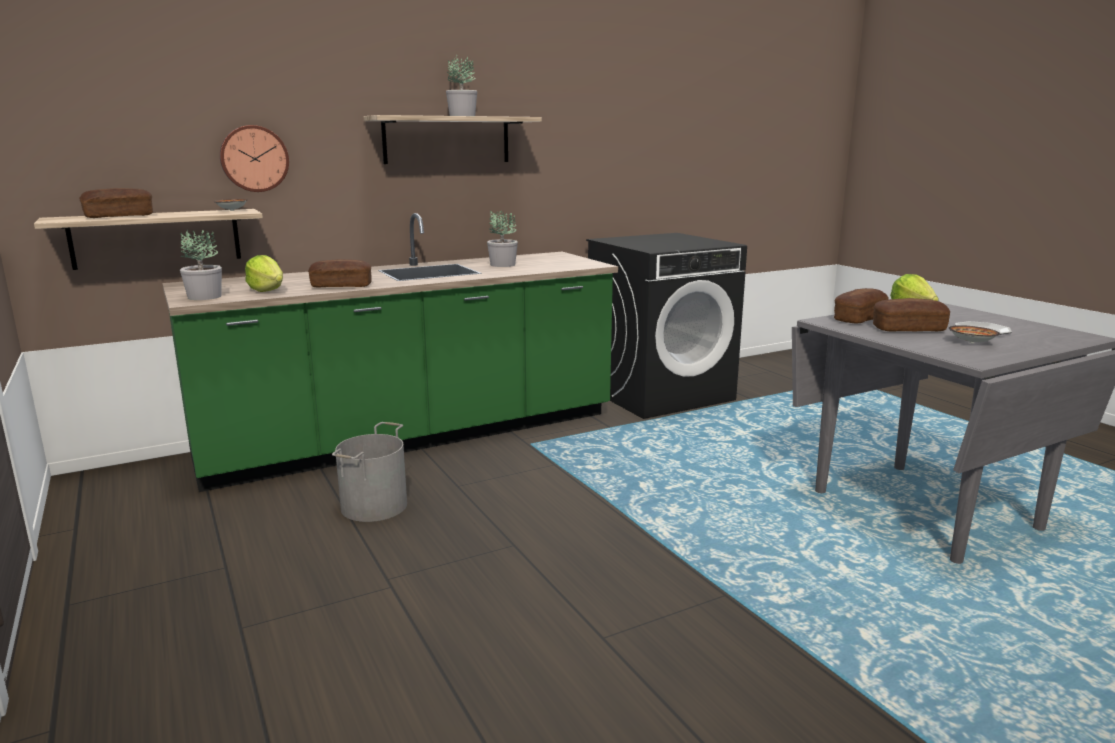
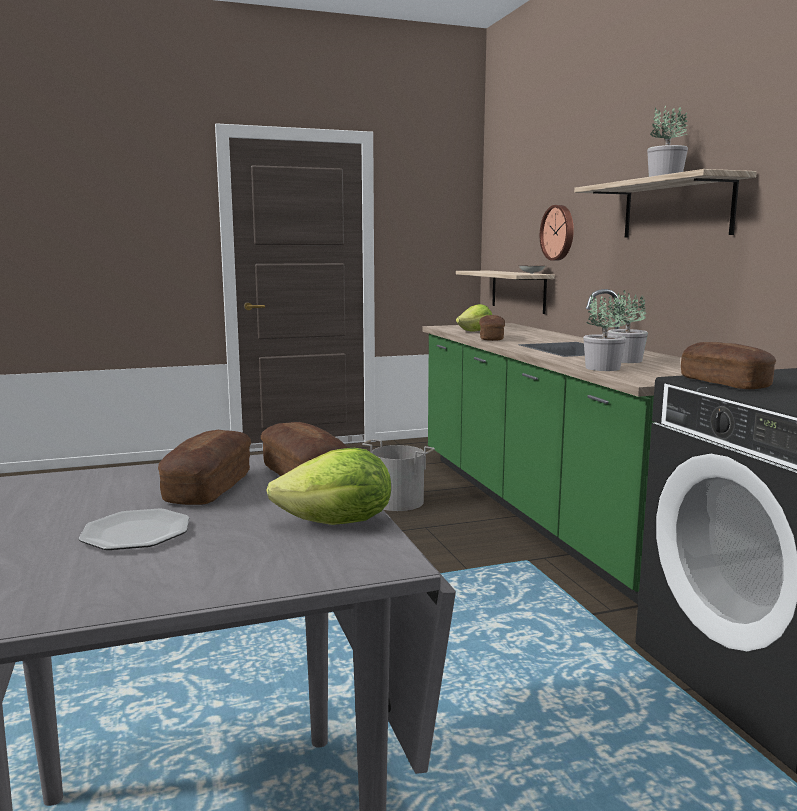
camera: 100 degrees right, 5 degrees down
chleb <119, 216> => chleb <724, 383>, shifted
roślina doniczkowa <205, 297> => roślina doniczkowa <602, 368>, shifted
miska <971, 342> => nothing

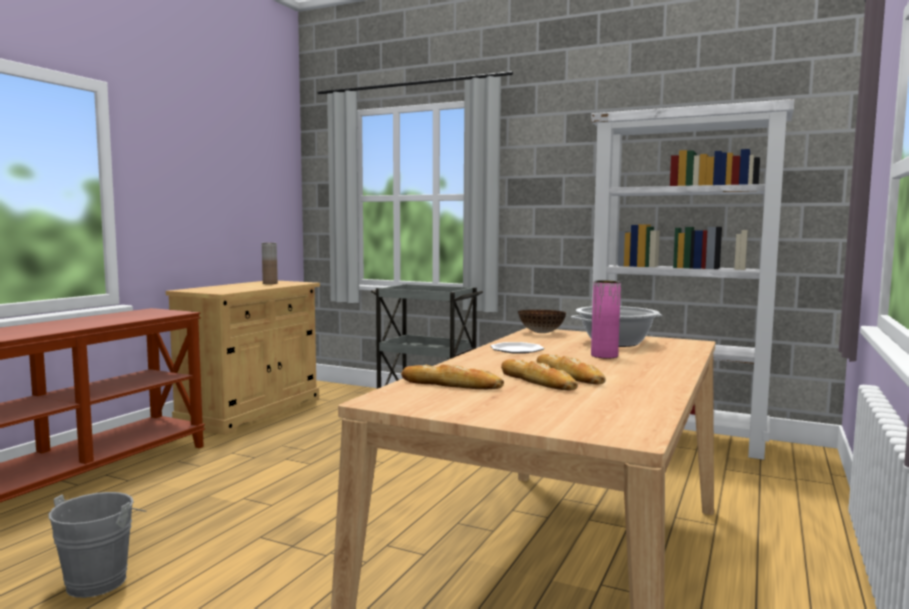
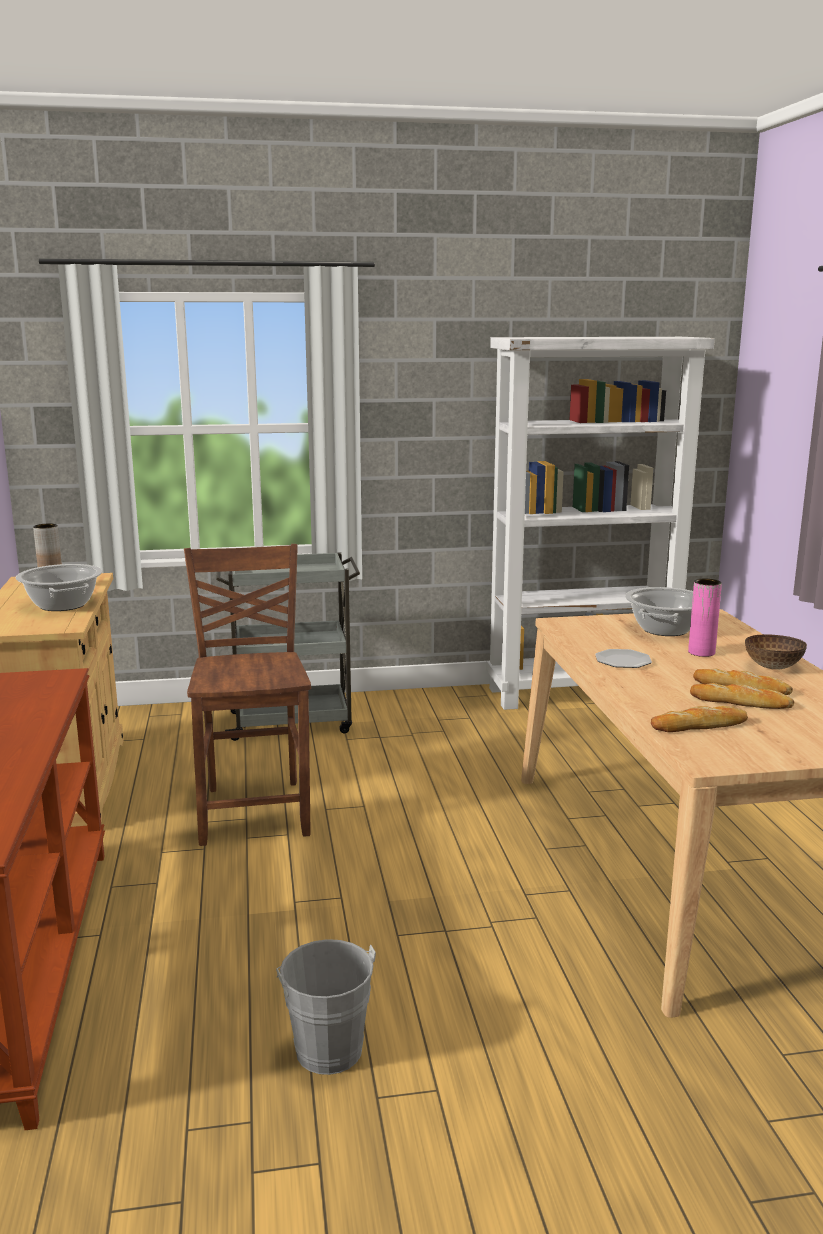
camera: 35 degrees left, 10 degrees up
miska <542, 333> => miska <773, 667>, shifted
nothing => garnek <62, 605>
nothing => krzesło (brązowy) <255, 810>

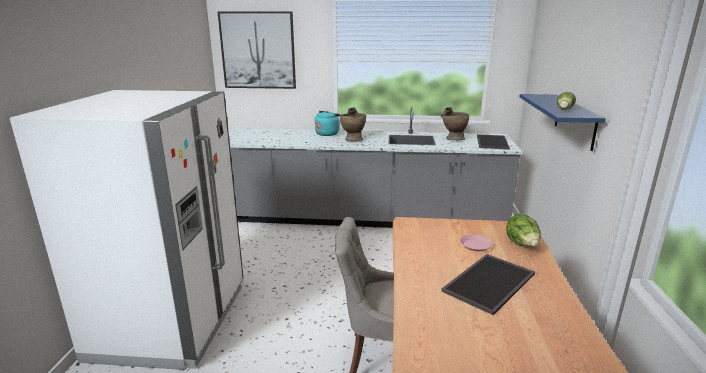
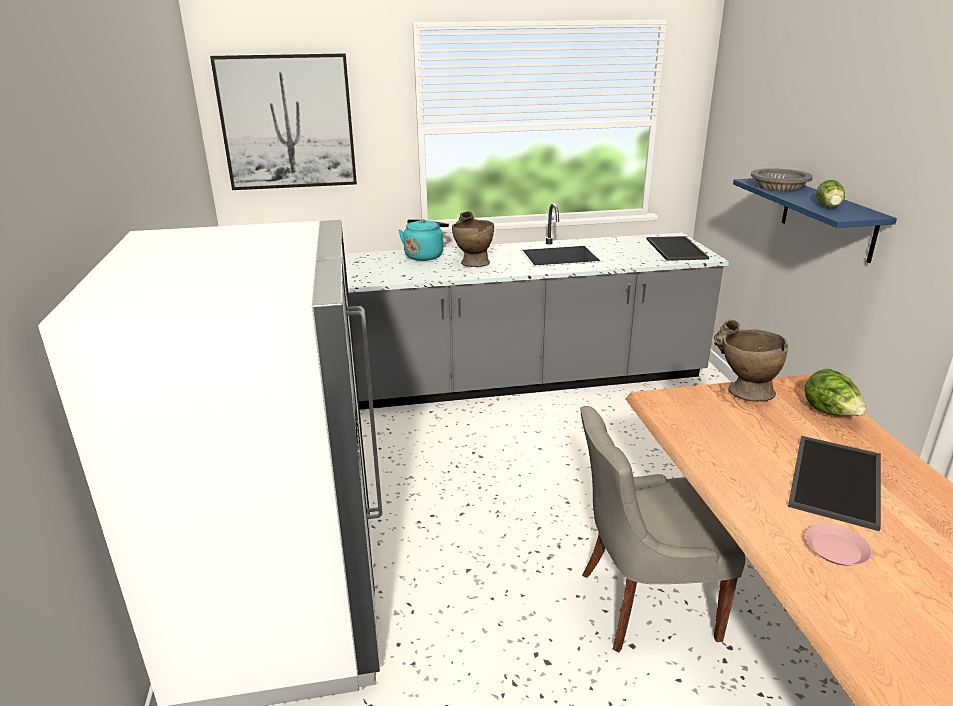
camera: 15 degrees left, 5 degrees up
wazon (beżowy) <452, 138> => wazon (beżowy) <742, 391>, shifted
talerz (różowy) <475, 245> => talerz (różowy) <836, 549>, shifted
nothing => miska (szary) <778, 187>

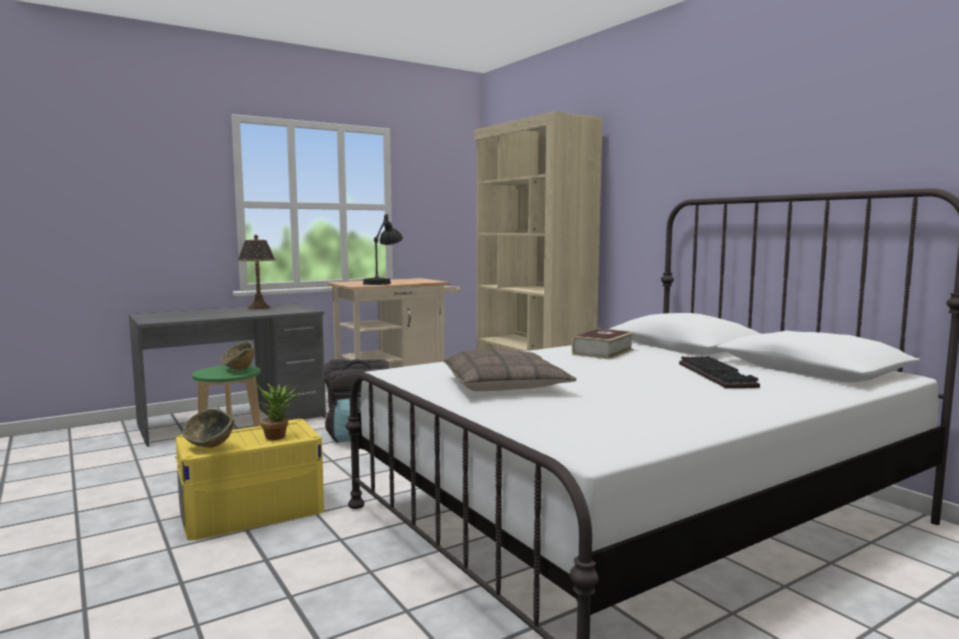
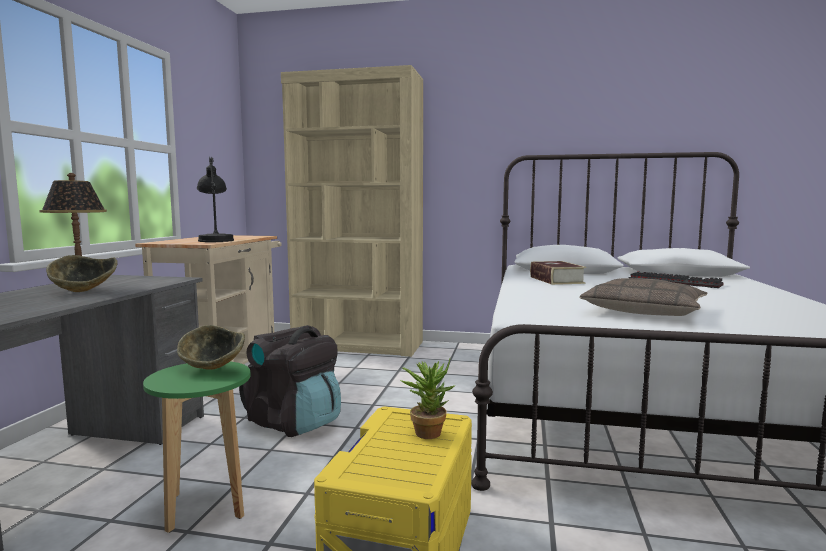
camera: 45 degrees left, 0 degrees up
miska <211, 448> => miska <84, 292>, shifted

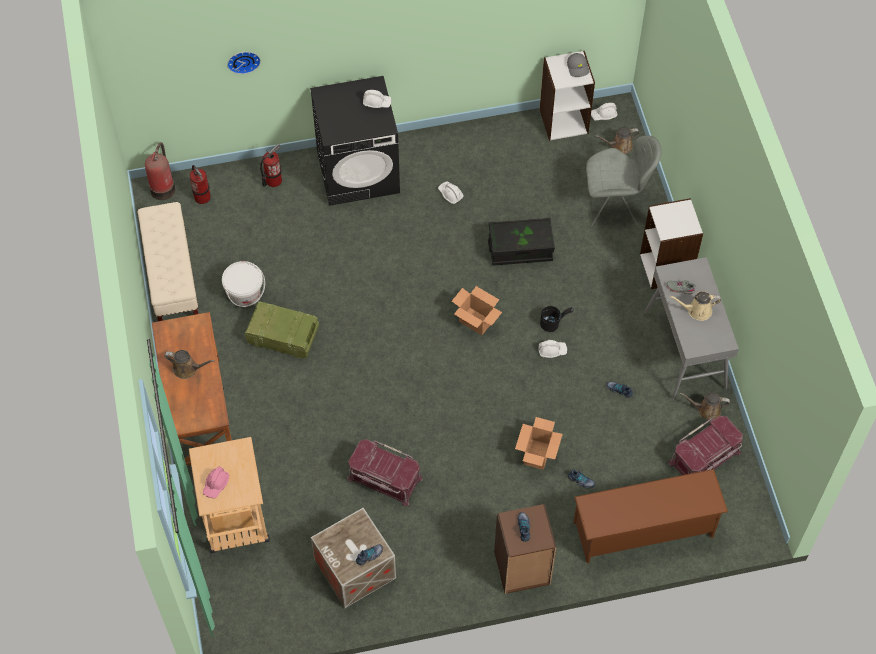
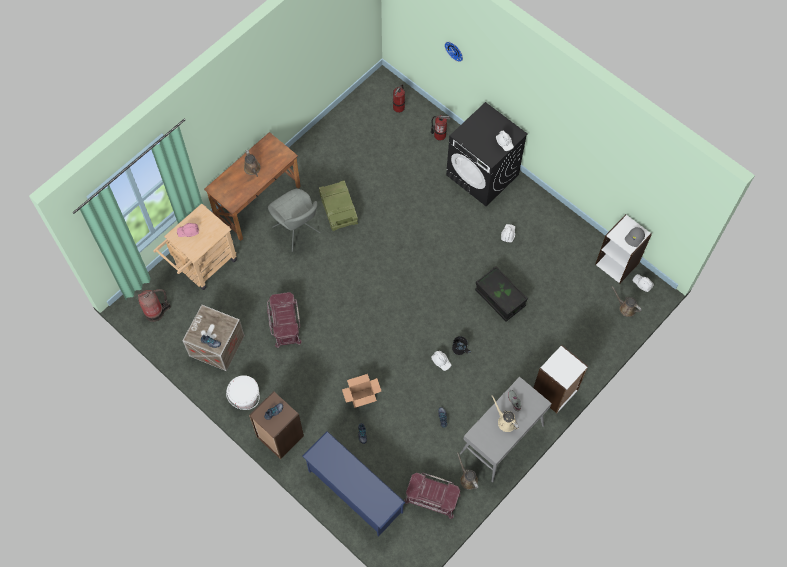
camera: 55 degrees right, 5 degrees up
ławka (beżowy) <172, 277> => nothing
gaśnica <163, 188> => gaśnica <156, 312>, shifted
wiadro (biały) <245, 294> => wiadro (biały) <245, 398>, shifted
karton <476, 321> => nothing
regał na buty (brązowy) <643, 530> => regał na buty (niebieski) <354, 491>
krzesło (szary) <615, 207> => krzesło (szary) <297, 231>, shifted

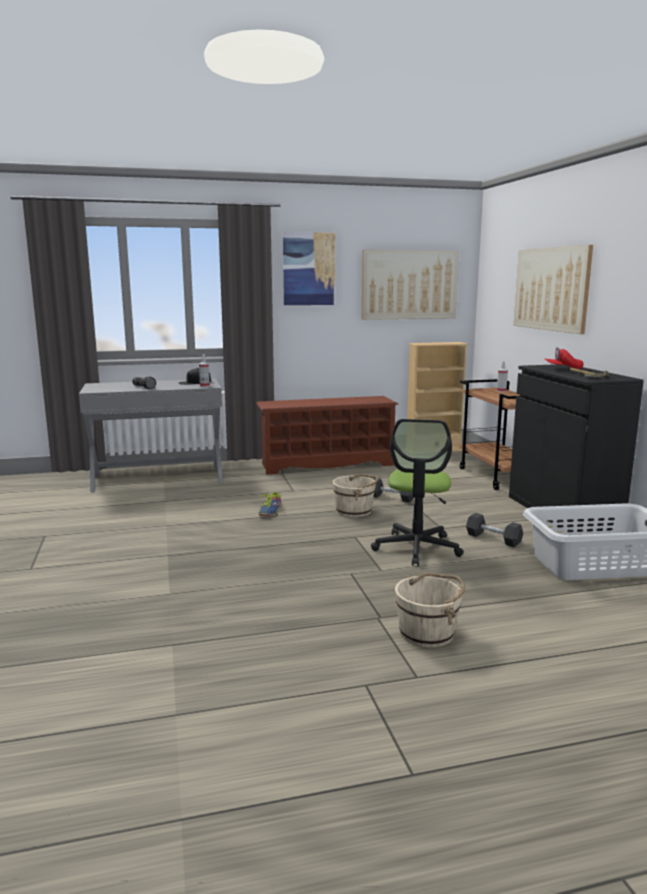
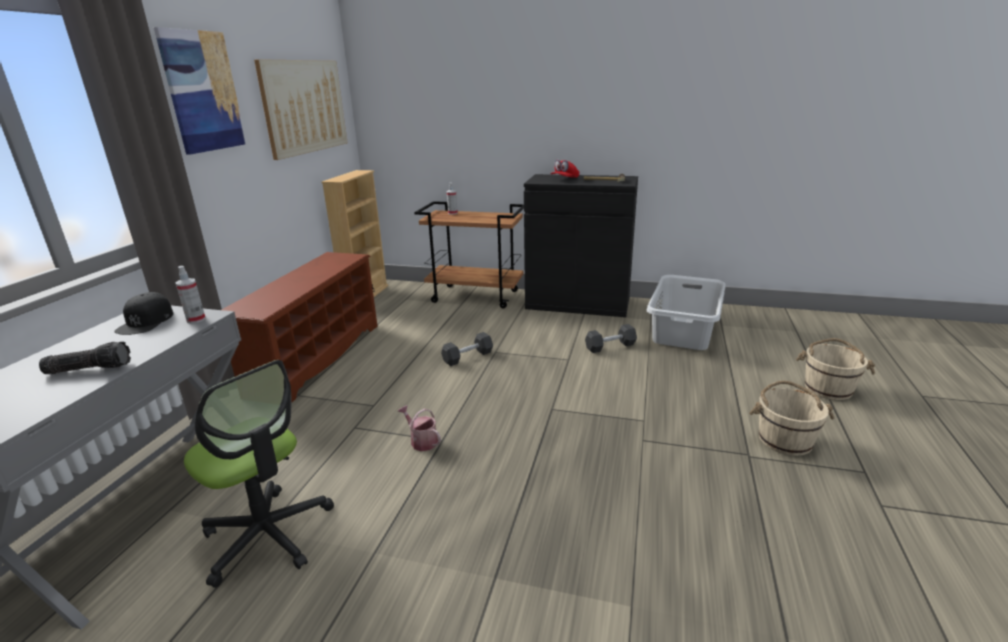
camera: 60 degrees left, 10 degrees up
but <270, 511> => konewka <421, 441>
wiadro (beżowy) <354, 511> => wiadro (beżowy) <828, 388>, shifted
krzesło biurowe <417, 548> => krzesło biurowe <268, 535>, shifted
obraz <551, 289> => nothing

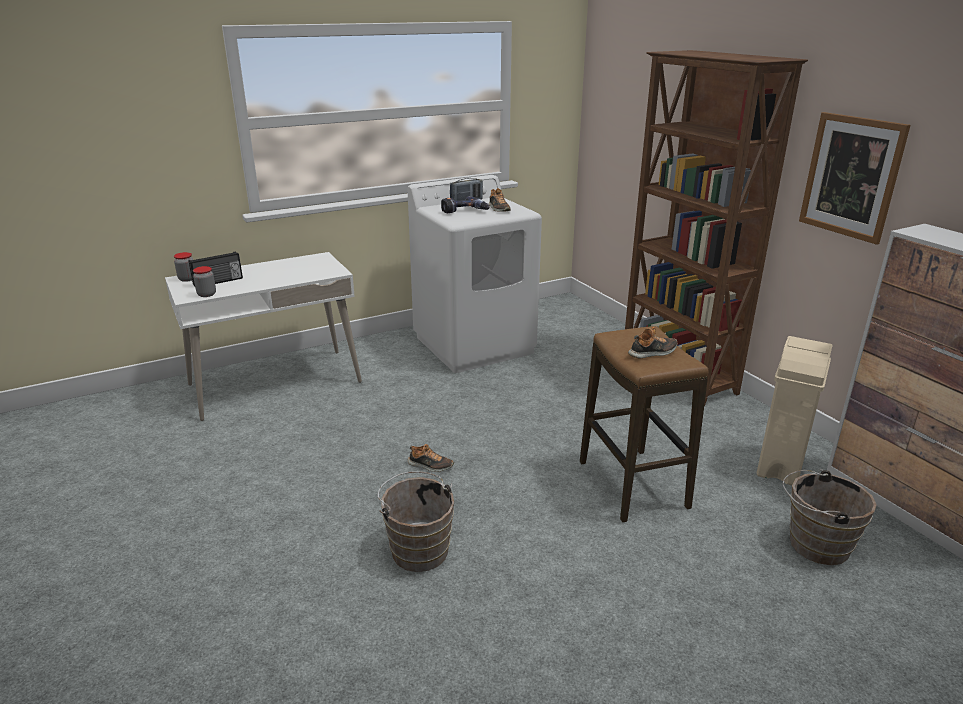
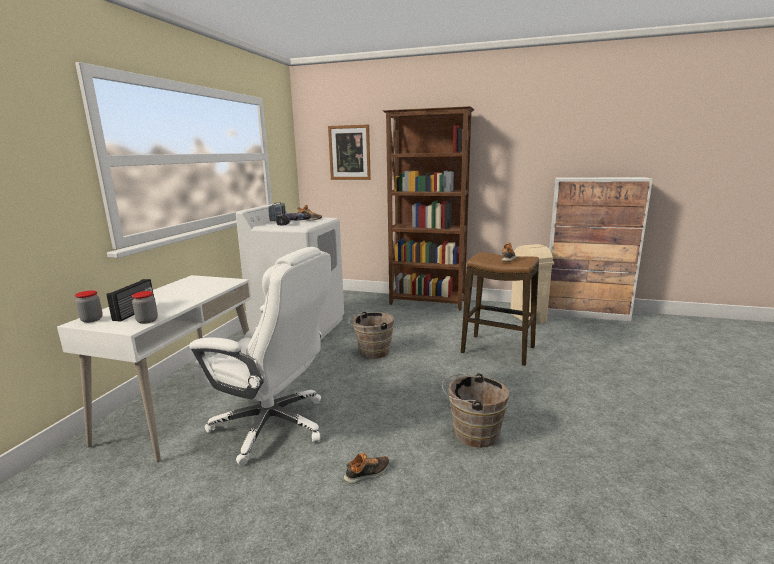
camera: 45 degrees left, 10 degrees down
but <430, 465> => but <367, 473>, shifted
wiadro (brązowy) <813, 544> => wiadro (brązowy) <371, 352>, shifted
obraz <851, 177> => obraz <349, 152>, shifted
nothing => krzesło biurowe (biały) <273, 425>

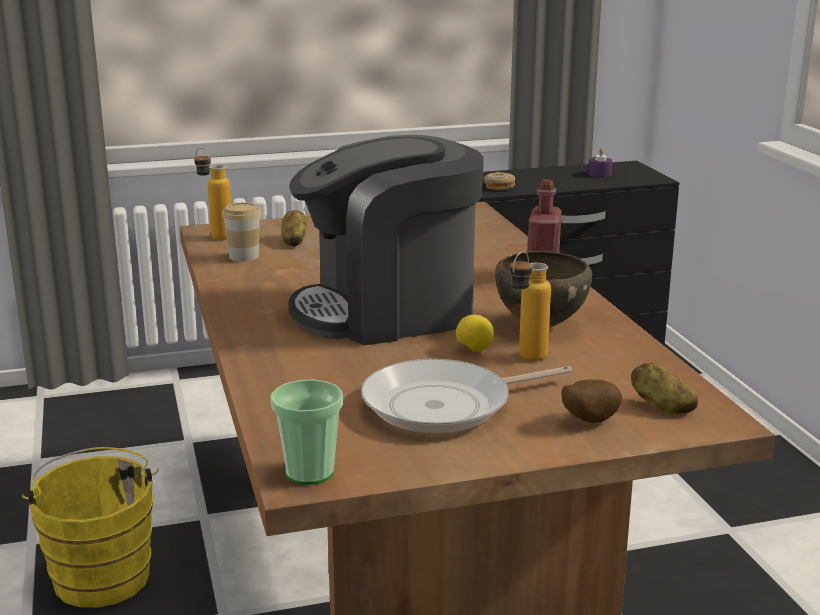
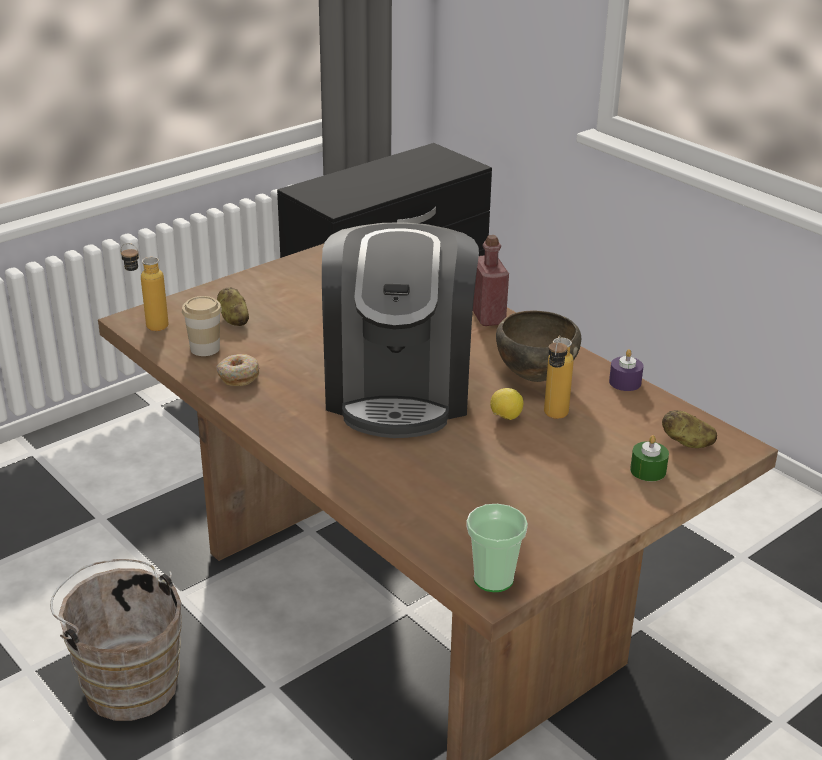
camera: 25 degrees left, 10 degrees up
wiadro (żółty) <102, 574> => wiadro (brązowy) <127, 682>
ekspres do kawy <388, 311> => ekspres do kawy <399, 389>, 45 degrees counterclockwise
patelnia <445, 405> => nothing
donut <499, 186> => donut <238, 376>, shifted
ziemniak <587, 421> => świeca (zielony) <648, 470>
świeca (fioletowy) <599, 174> => świeca (fioletowy) <625, 382>, shifted

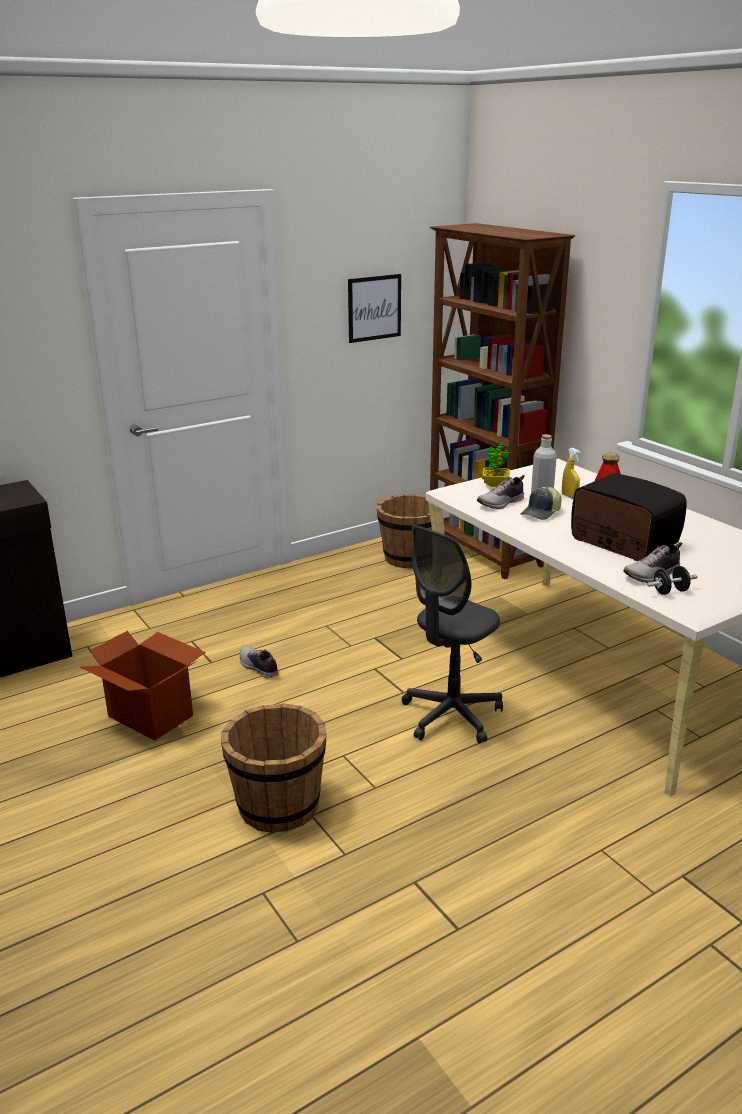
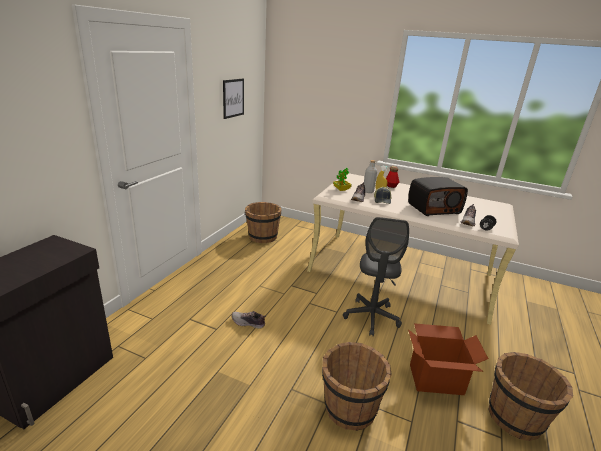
camera: 35 degrees left, 0 degrees up
karton <151, 715> => karton <435, 379>, shifted
regał (brązowy) <483, 551> => nothing
radio <622, 542> => radio <433, 208>, 150 degrees clockwise
nothing => wiadro (brązowy) <515, 417>

